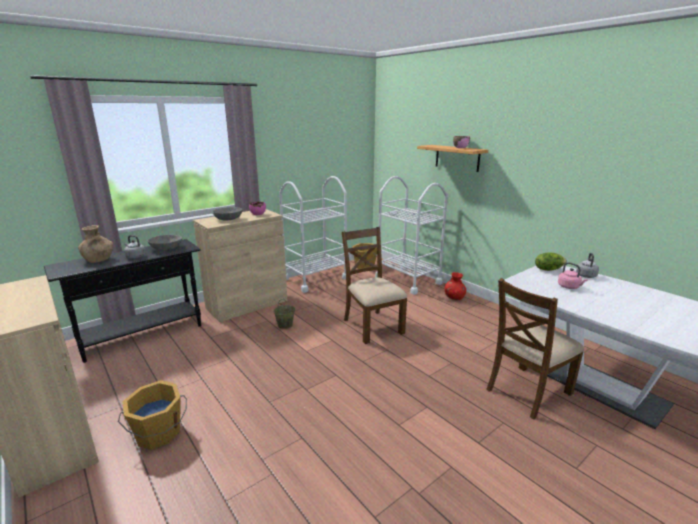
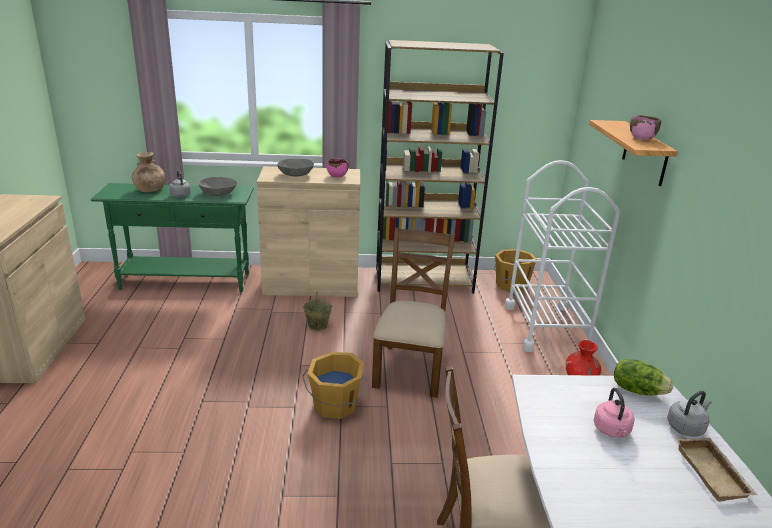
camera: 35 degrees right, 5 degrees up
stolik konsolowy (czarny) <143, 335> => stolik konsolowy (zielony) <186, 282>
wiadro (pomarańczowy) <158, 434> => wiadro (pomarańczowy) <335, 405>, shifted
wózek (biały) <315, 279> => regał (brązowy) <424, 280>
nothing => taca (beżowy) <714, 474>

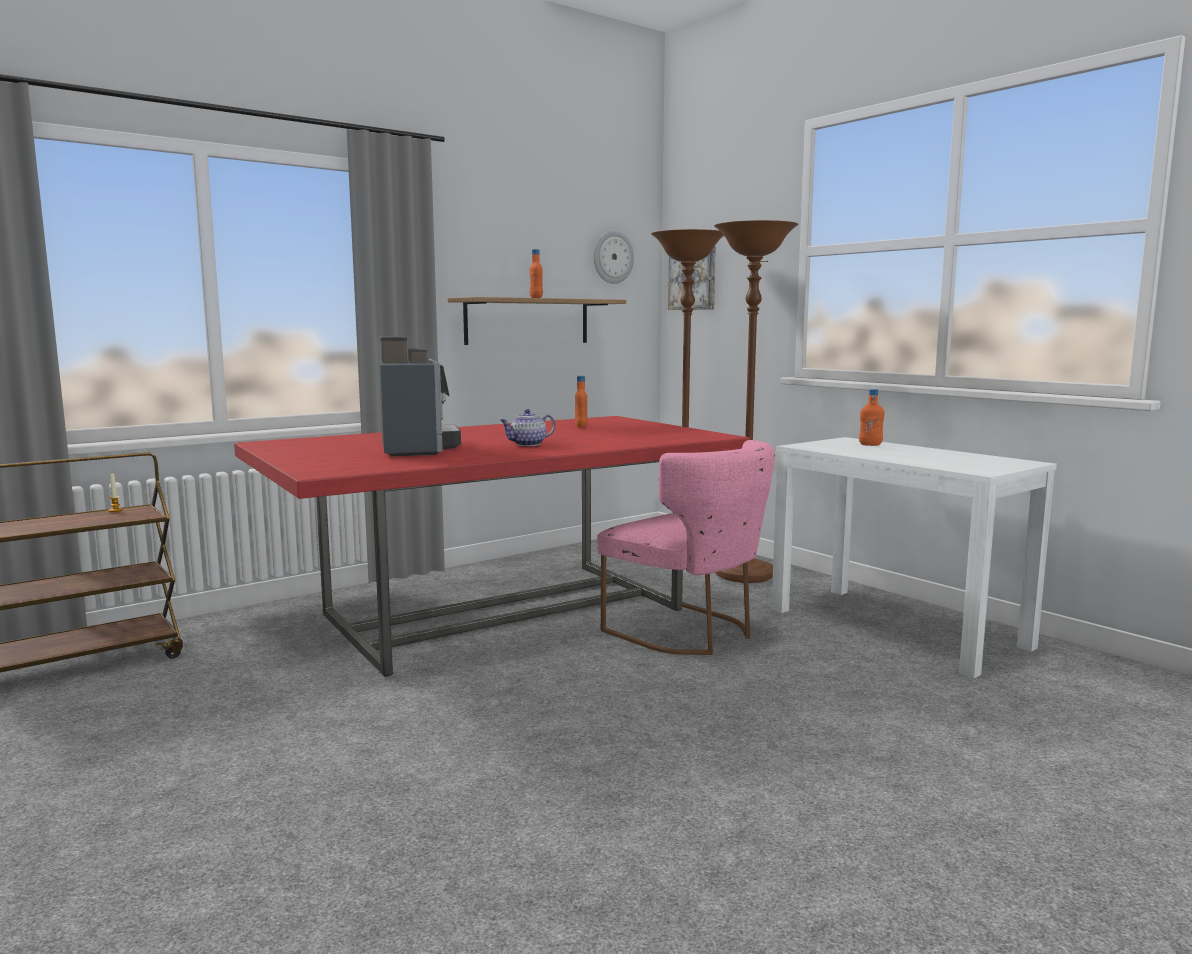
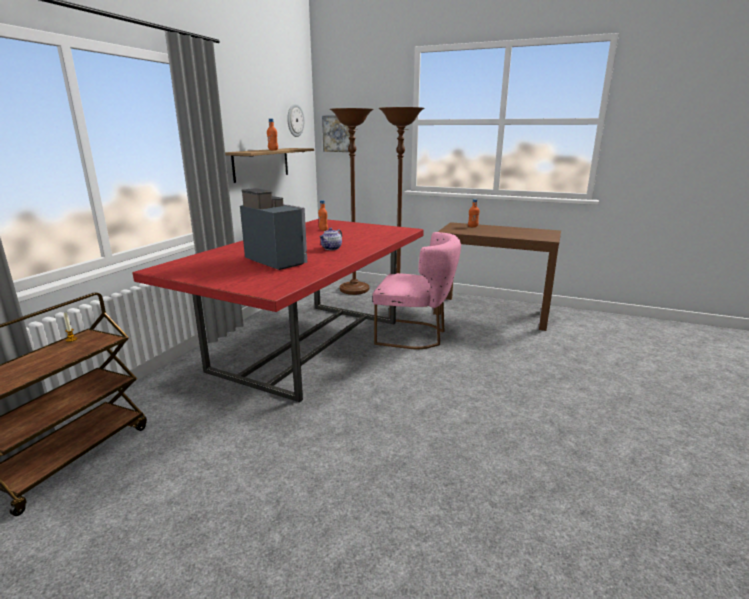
camera: 30 degrees left, 10 degrees up
stolik konsolowy (biały) <897, 628> => stolik konsolowy (brązowy) <492, 312>

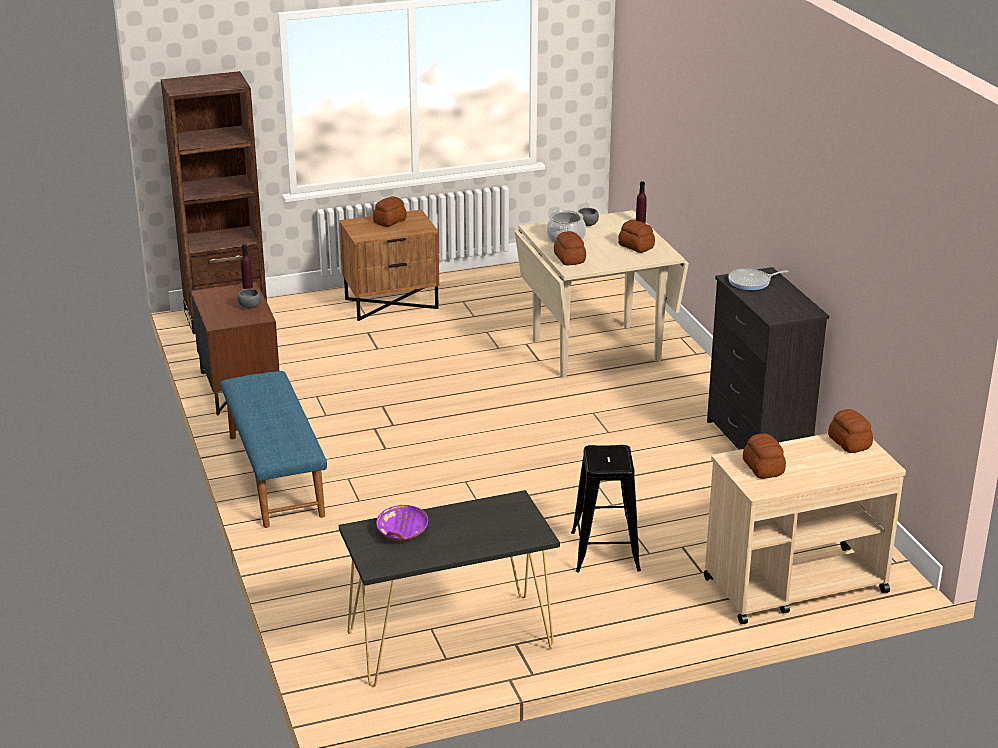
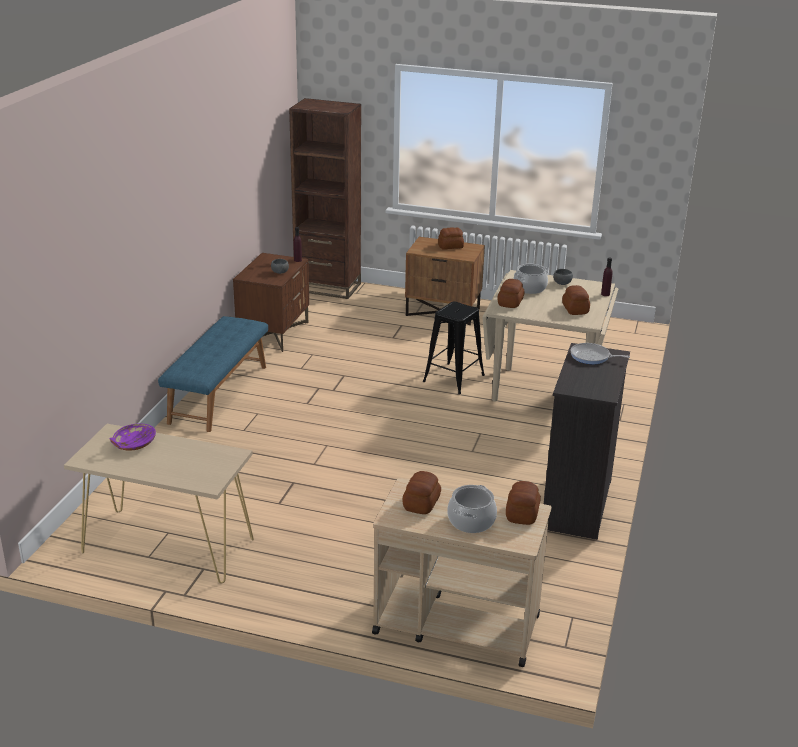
camera: 35 degrees right, 0 degrees up
stolik konsolowy (czarny) <449, 640> => stolik konsolowy (beżowy) <167, 545>
stołek (czarny) <605, 551> => stołek (czarny) <453, 378>, shifted
nothing => garnek <471, 521>

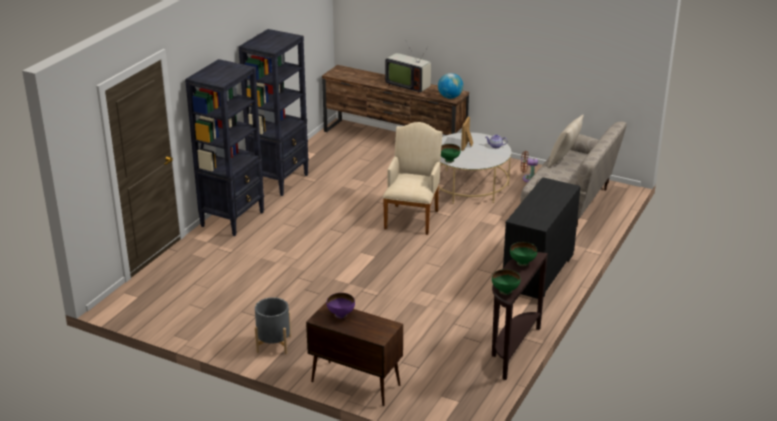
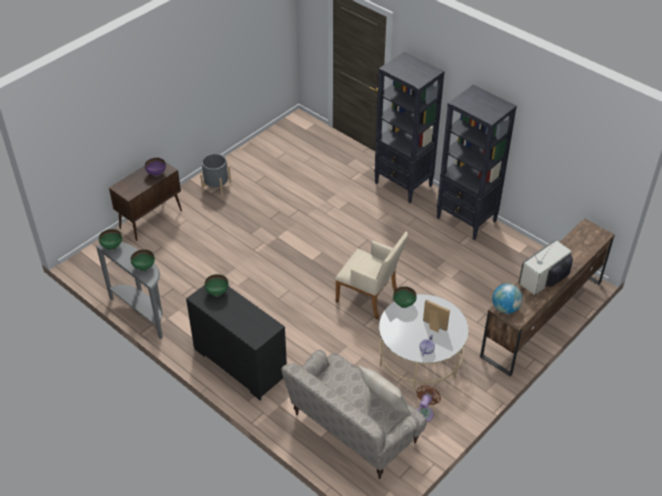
camera: 105 degrees right, 15 degrees up
stolik konsolowy (brązowy) <511, 349> => stolik konsolowy (szary) <142, 312>
nothing => miska (zielony) <217, 292>

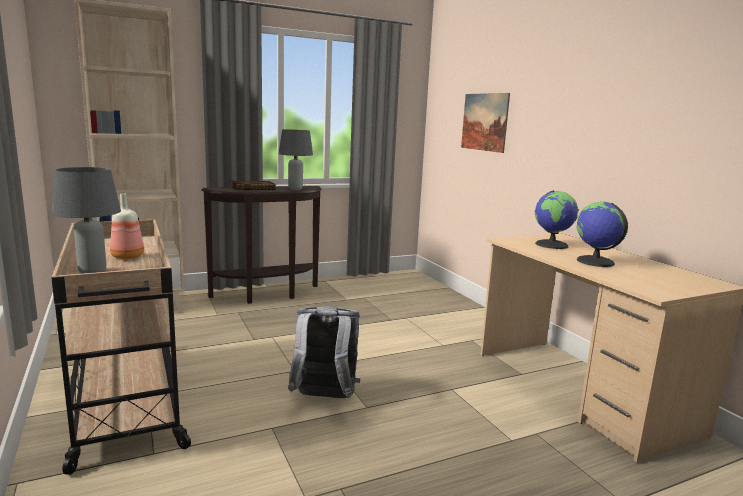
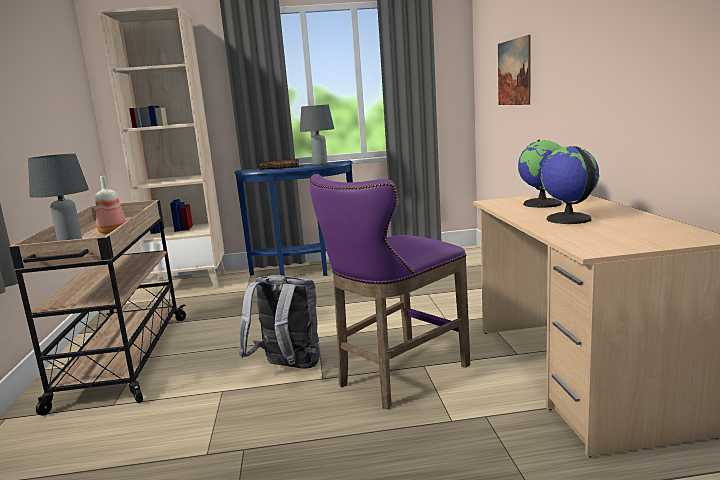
camera: 20 degrees right, 0 degrees up
stolik konsolowy (brązowy) <268, 295> => stolik konsolowy (niebieski) <305, 273>
nothing => stołek (fioletowy) <396, 376>

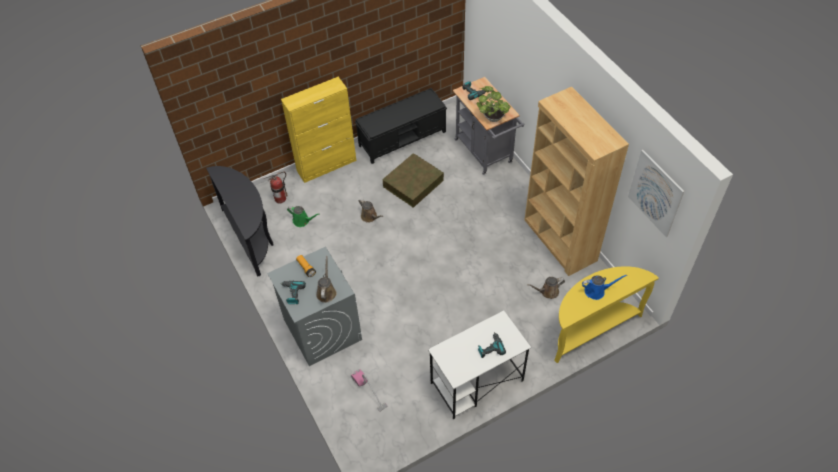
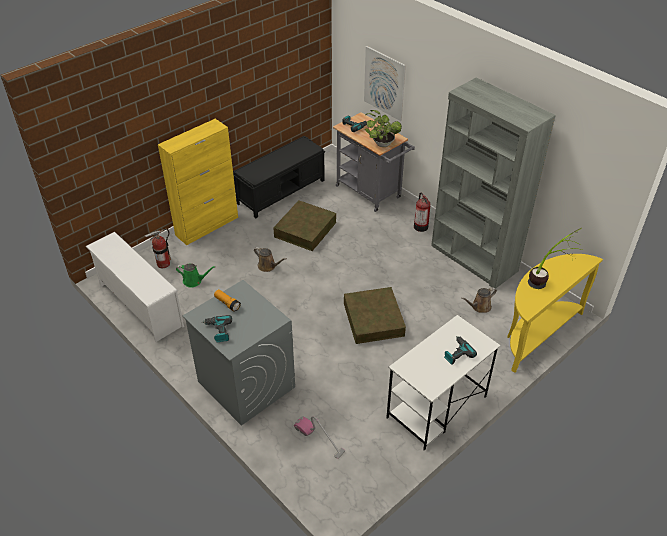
camera: 15 degrees left, 10 degrees down
stolik konsolowy (czarny) <251, 237> => regał na buty (biały) <139, 305>
konewka (brązowy) <326, 291> => nothing
regał (brązowy) <559, 240> => regał (szary) <473, 259>
konewka (niebieski) <597, 291> => roślina doniczkowa <547, 280>
obraz <655, 193> => obraz <384, 83>, shifted
nothing => pojemnik do przechowywania (brązowy) <373, 319>
nothing => gaśnica <420, 226>

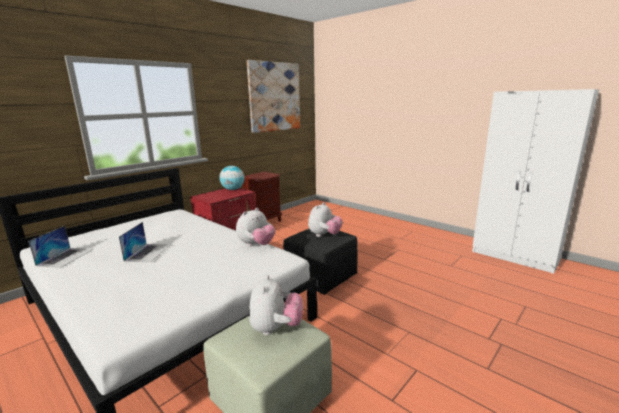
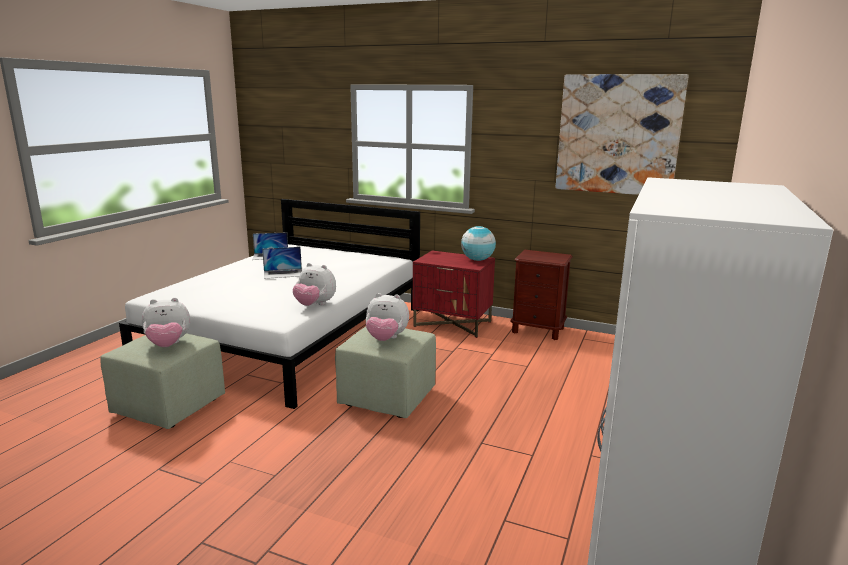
camera: 70 degrees right, 0 degrees up
pufa (czarny) <321, 277> => pufa (zielony) <388, 398>

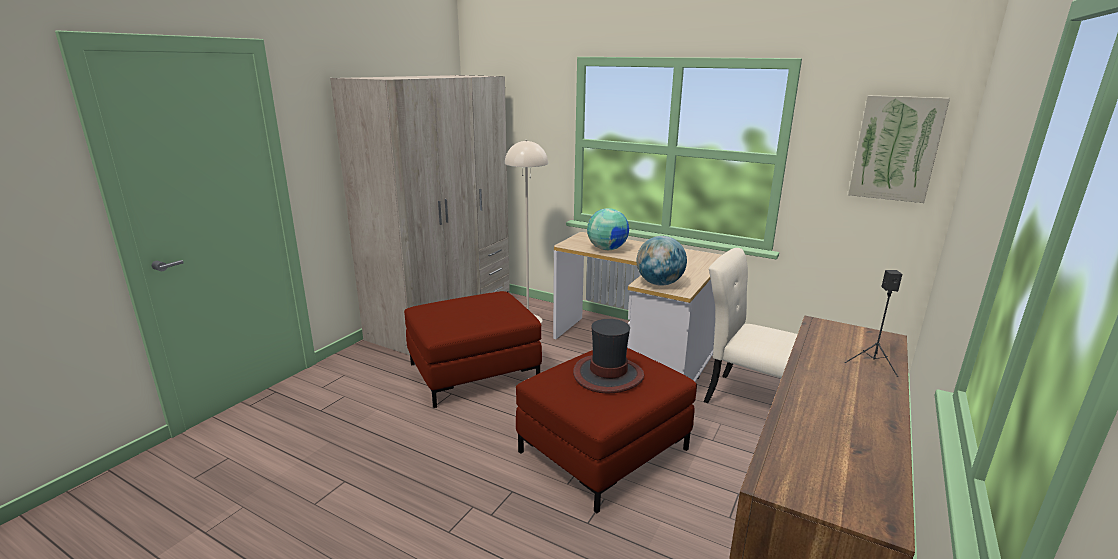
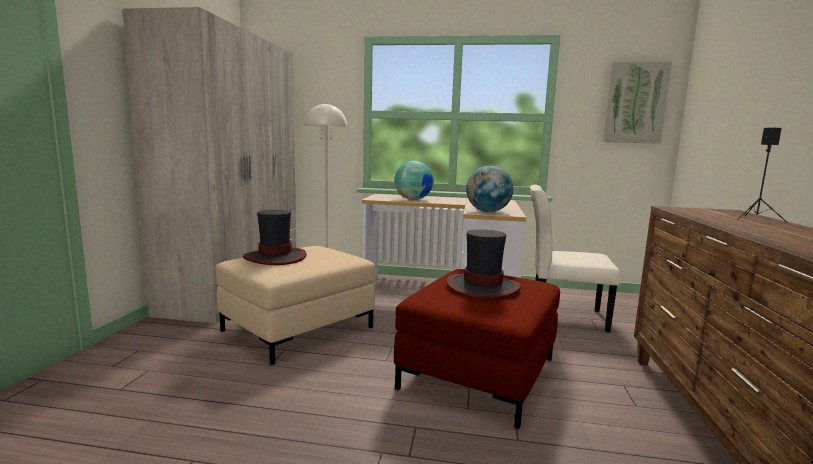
camera: 20 degrees left, 10 degrees down
pufa (czerwony) <474, 372> => pufa (beżowy) <298, 328>
nothing => kapelusz <275, 257>

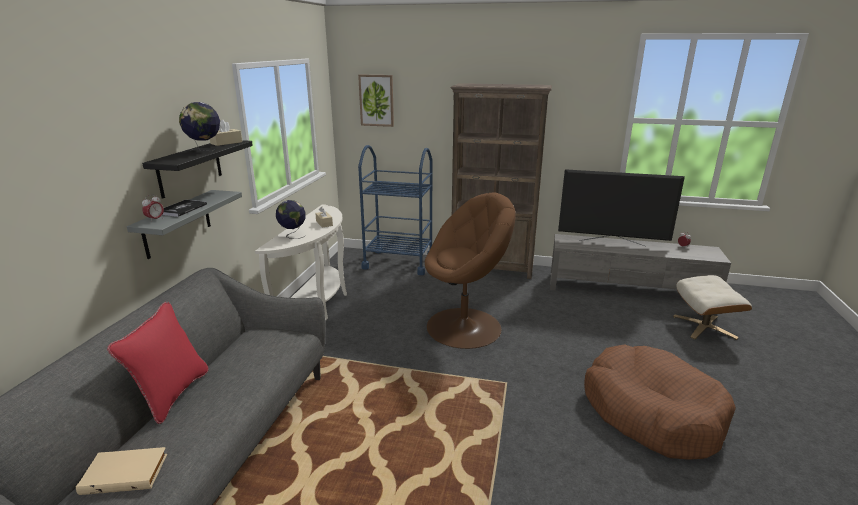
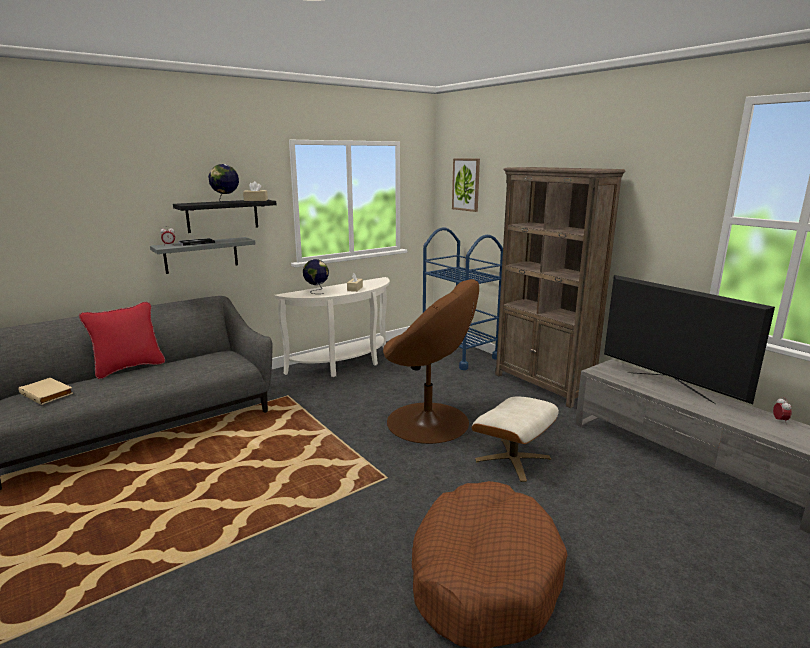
camera: 40 degrees right, 5 degrees down
pufa (beżowy) <704, 327> => pufa (beżowy) <513, 459>, shifted

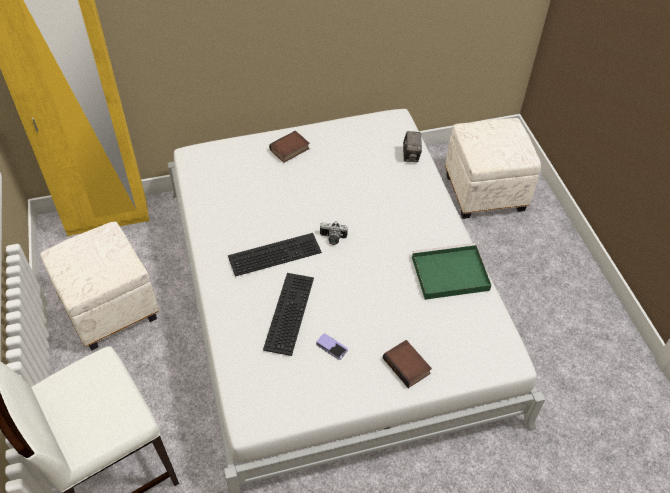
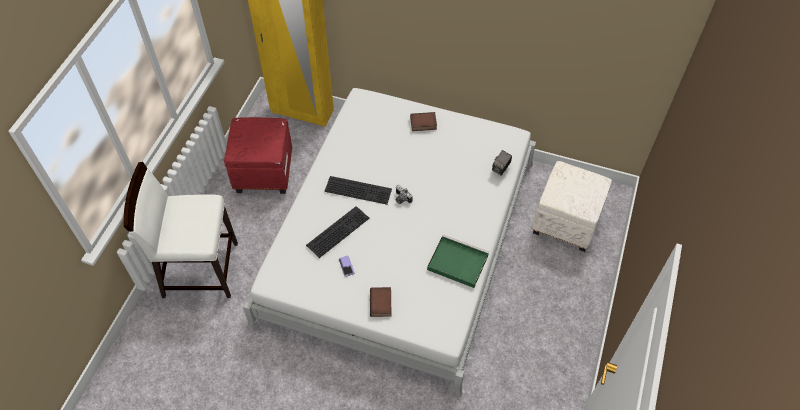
camera: 35 degrees right, 5 degrees up
pufa (biały) <111, 309> => pufa (czerwony) <264, 173>

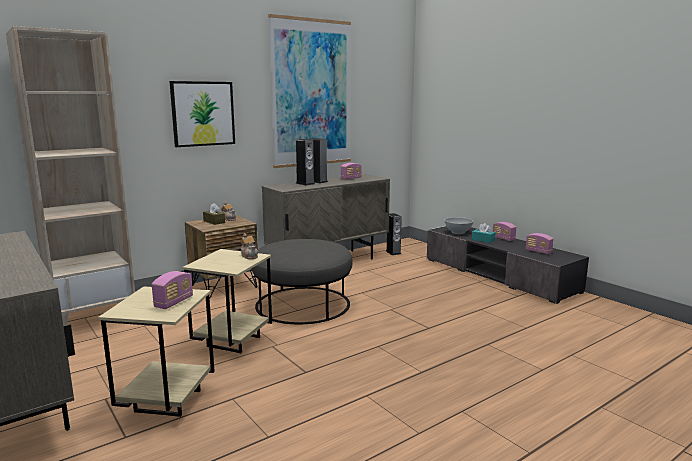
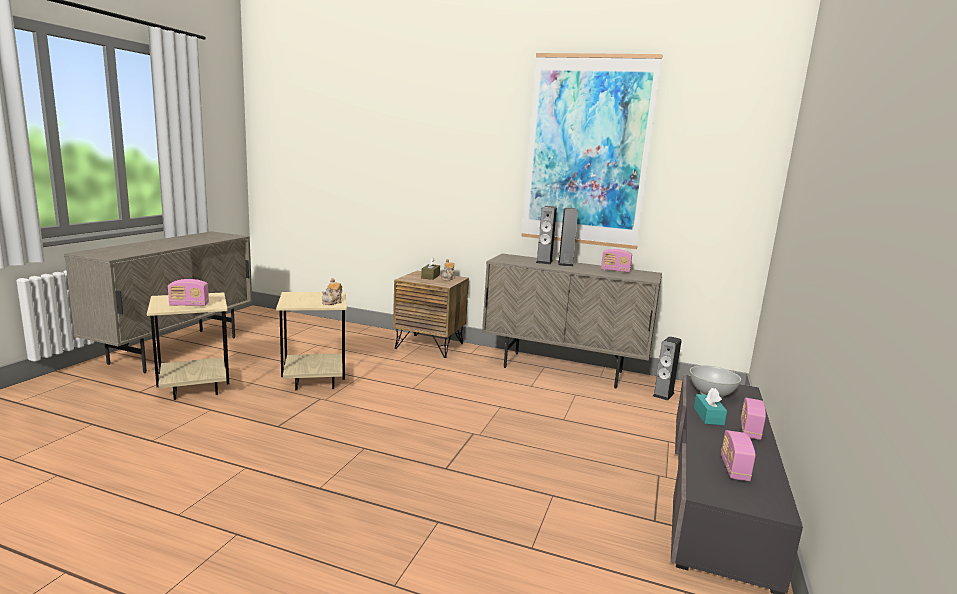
camera: 55 degrees right, 0 degrees up
regał (beżowy) <94, 317> => nothing
obraz <203, 113> => nothing
pufa (szary) <302, 304> => nothing

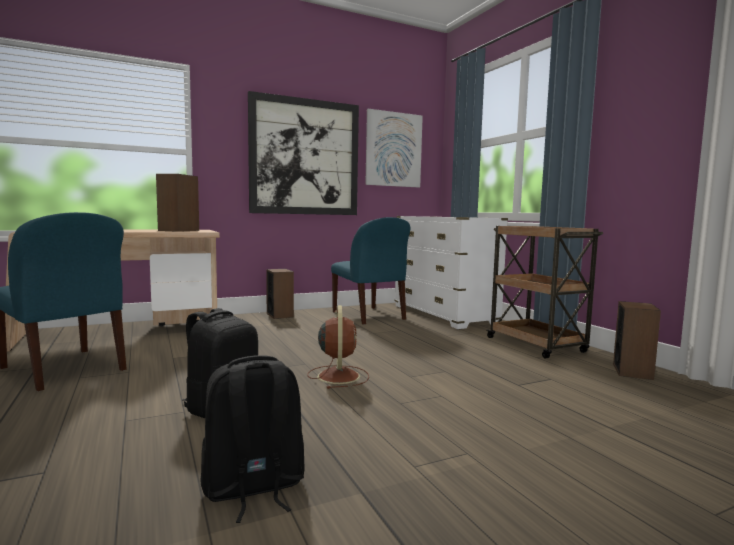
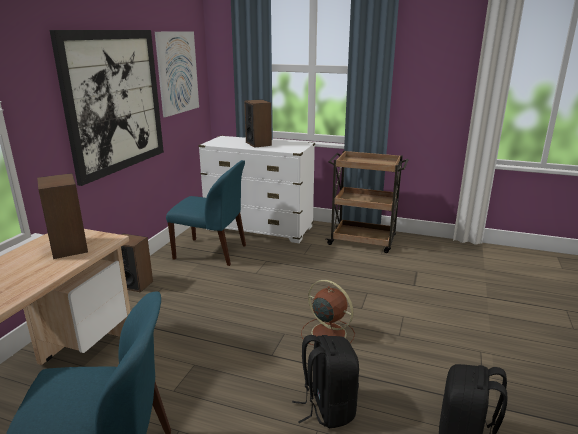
camera: 45 degrees left, 15 degrees up
głośnik <632, 371> => głośnik <258, 144>, shifted

